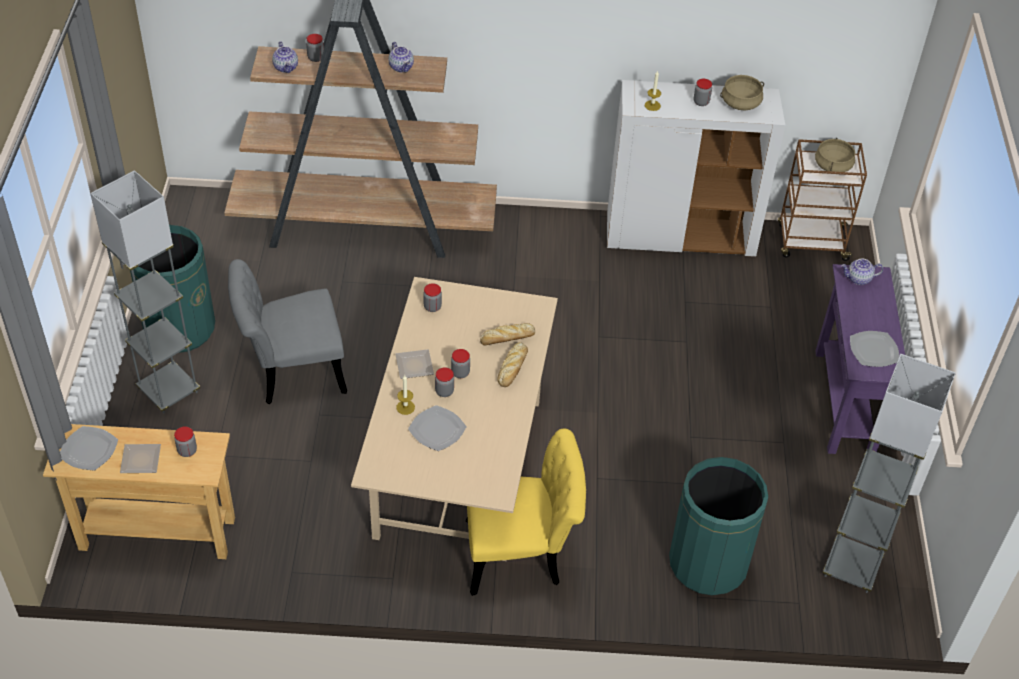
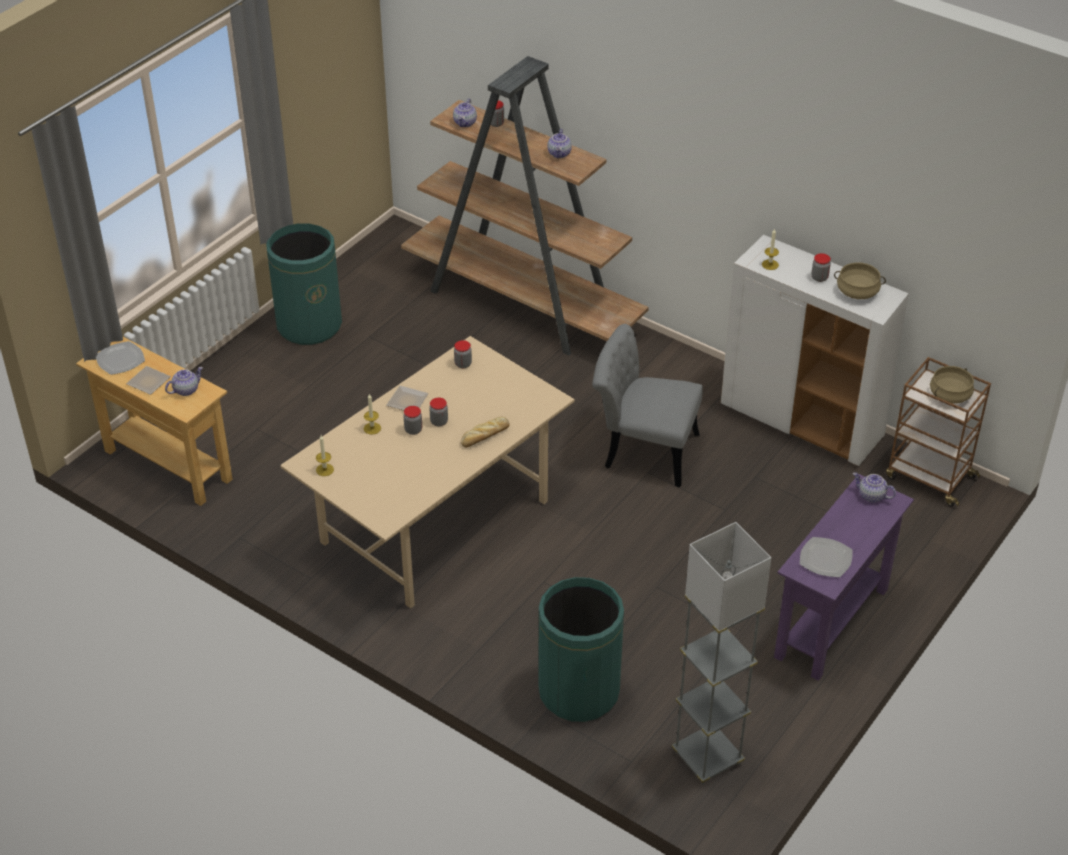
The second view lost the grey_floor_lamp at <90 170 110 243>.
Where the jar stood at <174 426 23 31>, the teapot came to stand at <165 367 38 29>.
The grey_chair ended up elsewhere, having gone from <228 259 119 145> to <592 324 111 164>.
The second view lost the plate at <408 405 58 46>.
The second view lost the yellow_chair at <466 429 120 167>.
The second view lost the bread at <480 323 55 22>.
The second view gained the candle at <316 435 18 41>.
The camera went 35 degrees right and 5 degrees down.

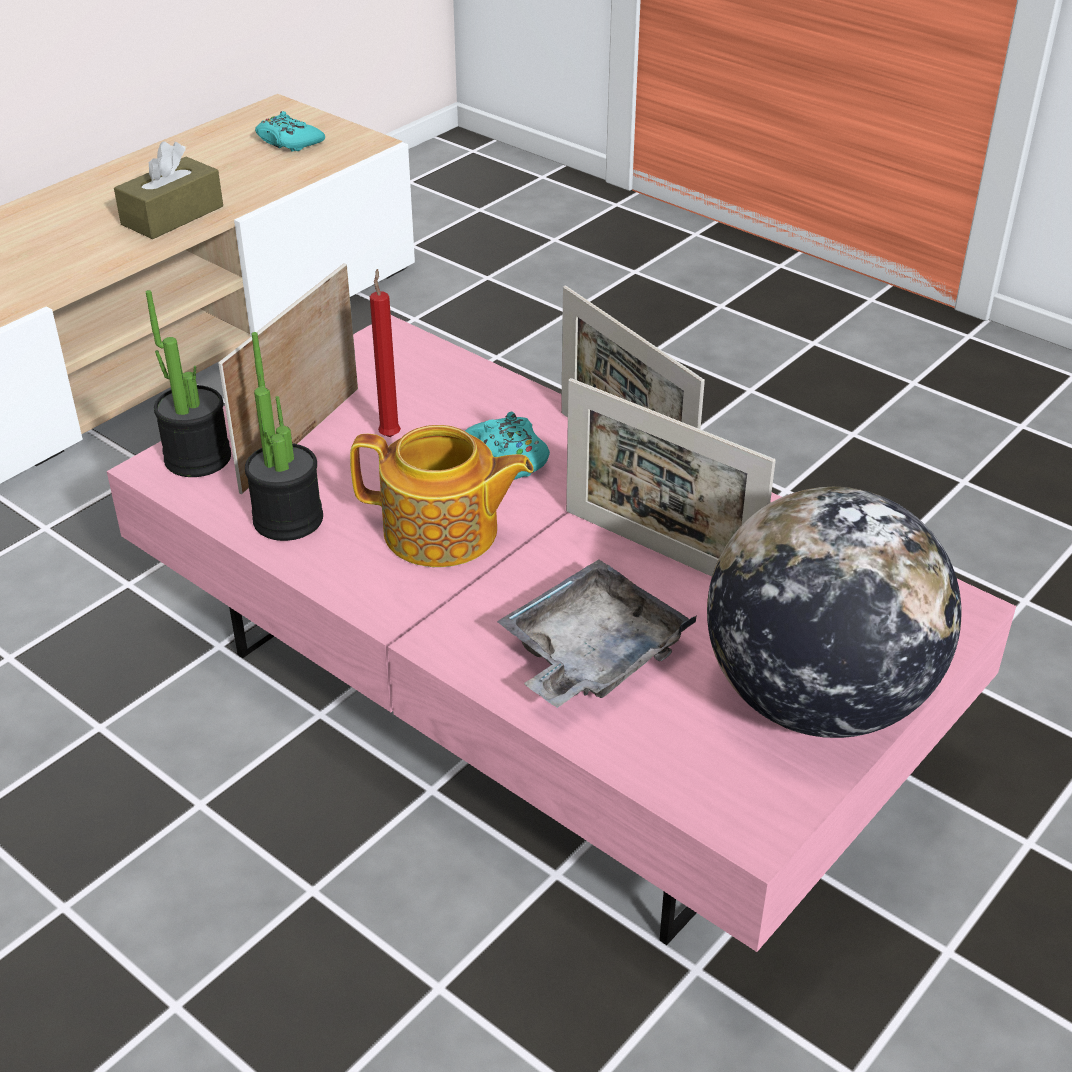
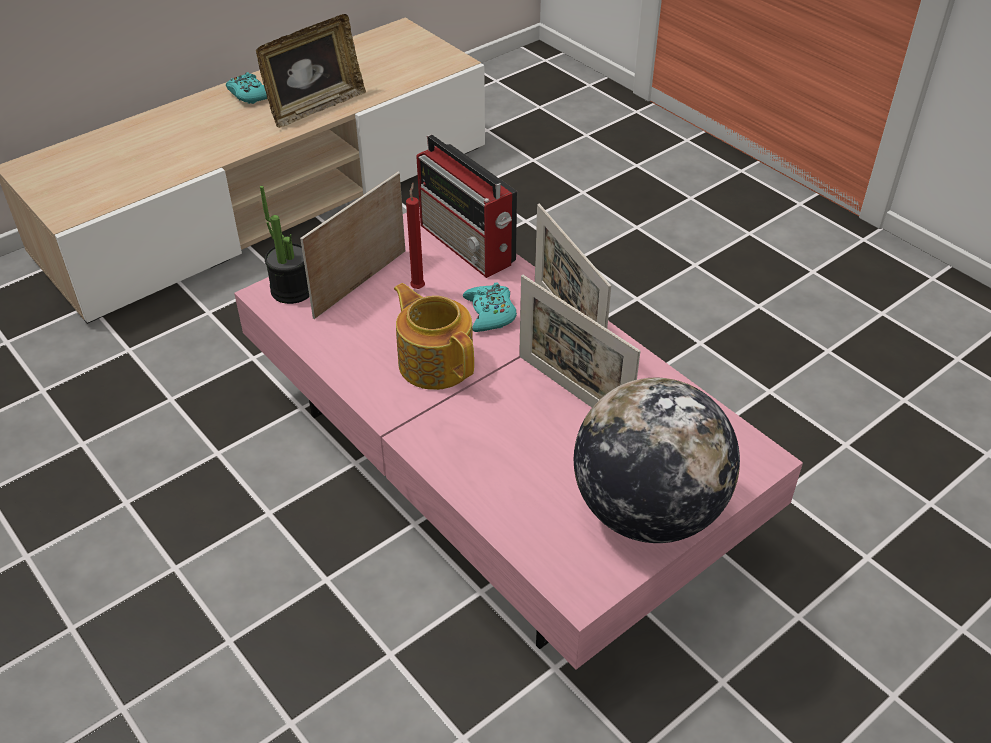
Where the brown_tissue_box stood at <114 142 109 97>, the picture_frame came to stand at <256 14 110 114>.
The second view lost the potted_plant at <245 332 78 209>.
The turquoise_game_controller ended up elsewhere, having gone from <255 111 70 41> to <226 72 41 32>.
The teapot at <350 425 184 142> ended up facing another way, 150 degrees counterclockwise from before.
The second view lost the grey_tray at <497 559 200 149>.
The second view gained the radio at <416 135 101 143>.
The camera went 10 degrees right and 5 degrees up.

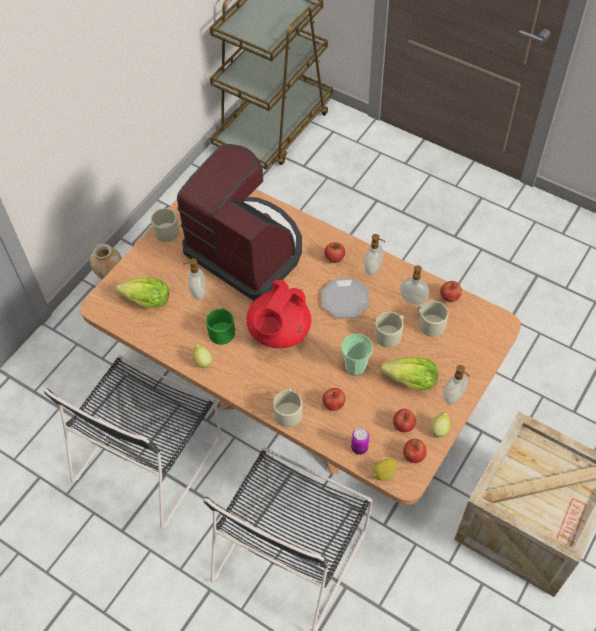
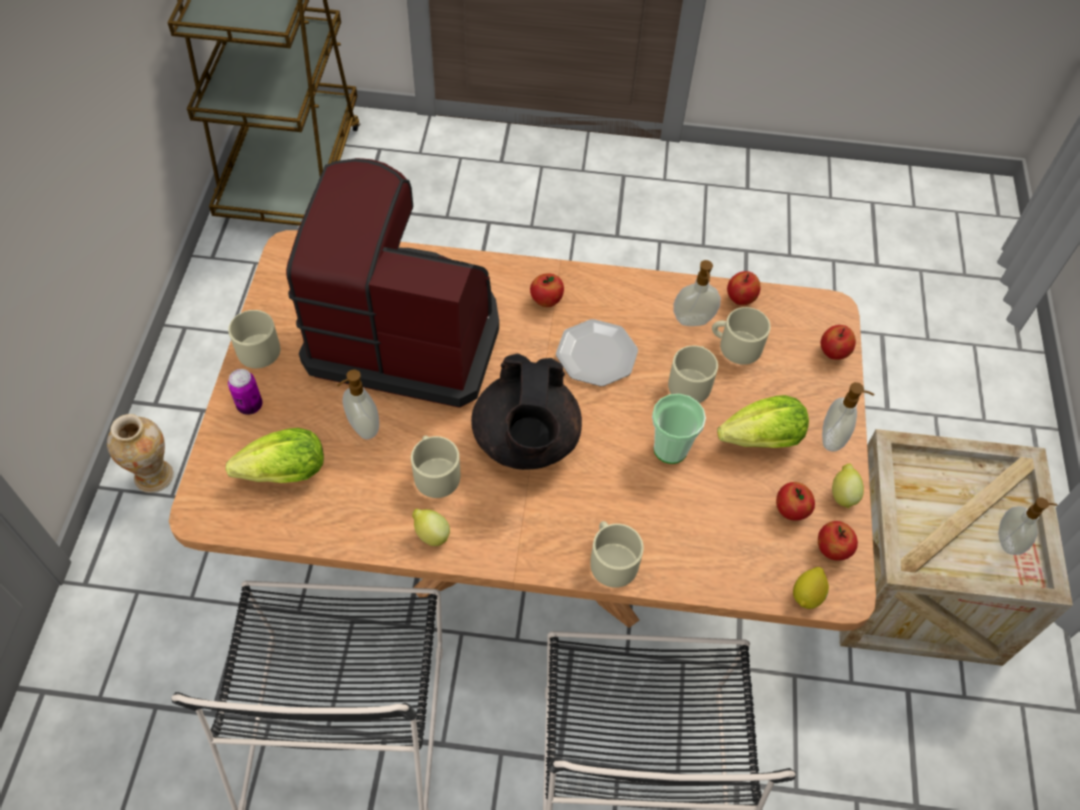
What was the green_mug at <206 308 29 37> turned into the beige_mug at <411 435 49 63>.
What was the red_teapot at <246 280 65 68> turned into the black_teapot at <471 353 111 117>.
The apple ended up elsewhere, having gone from <322 388 23 23> to <821 325 35 35>.
The can ended up elsewhere, having gone from <351 428 18 27> to <228 369 34 46>.
The soap_dispenser ended up elsewhere, having gone from <364 234 21 42> to <998 497 59 58>.
The camera went 30 degrees left and 0 degrees up.

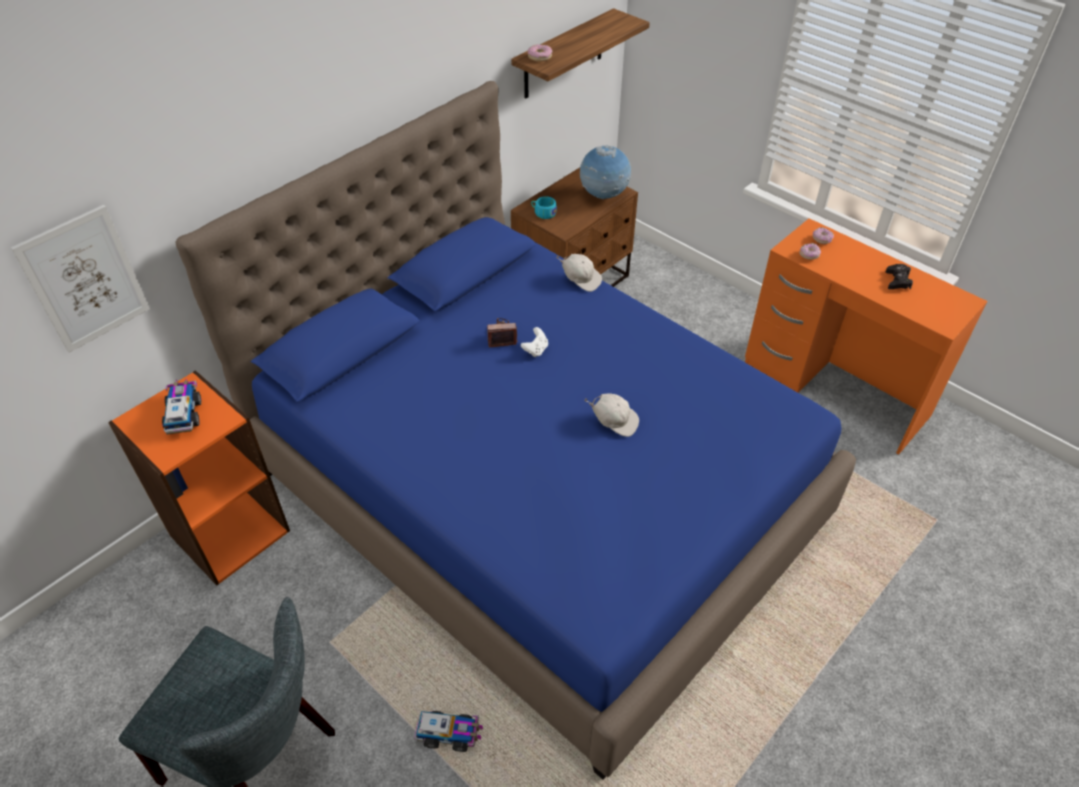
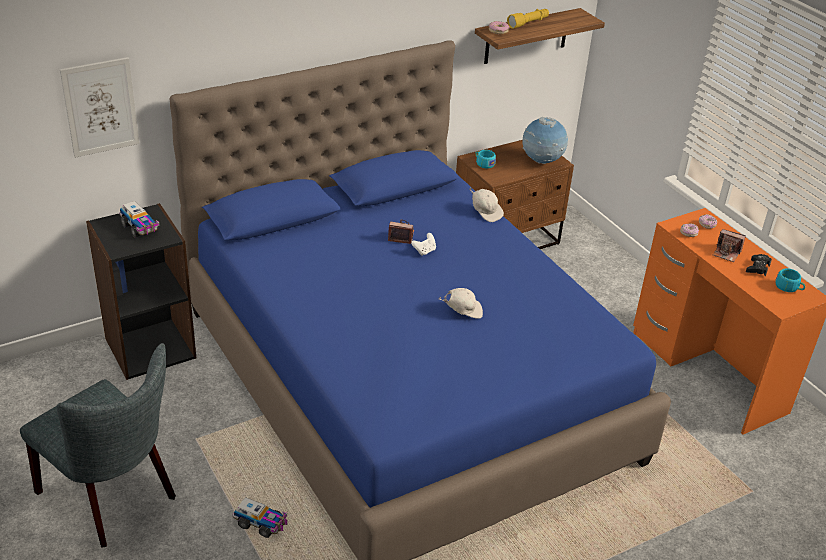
What was the orange_bookcase at <108 370 182 216> turned into the black_bookcase at <86 203 110 177>.
The toy_truck at <162 379 39 56> ended up facing another way, 135 degrees clockwise from before.
The white_cap at <584 393 55 44> ended up facing another way, 45 degrees counterclockwise from before.
The second view gained the yellow_flashlight at <507 9 42 20>.
The second view gained the photo_camera at <713 229 33 33>.
The second view gained the turquoise_cup at <775 268 31 24>.
The camera went 15 degrees right and 10 degrees down.

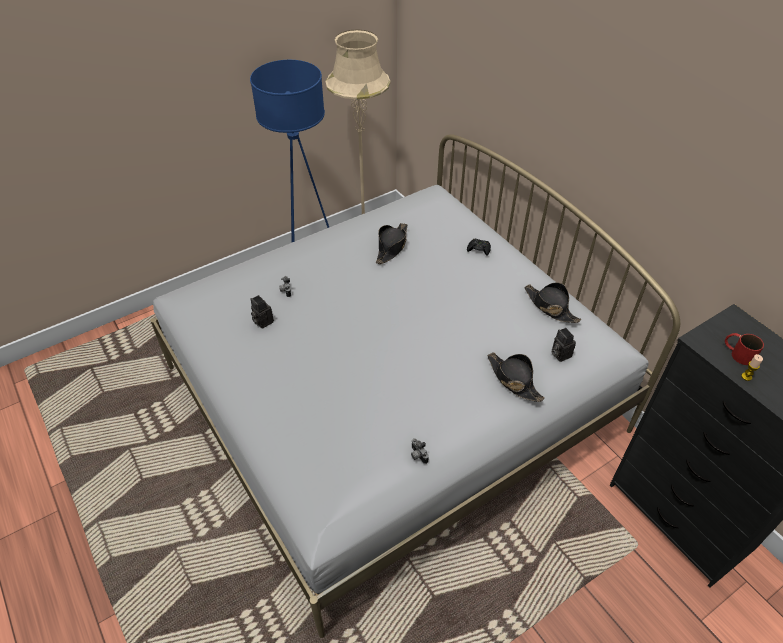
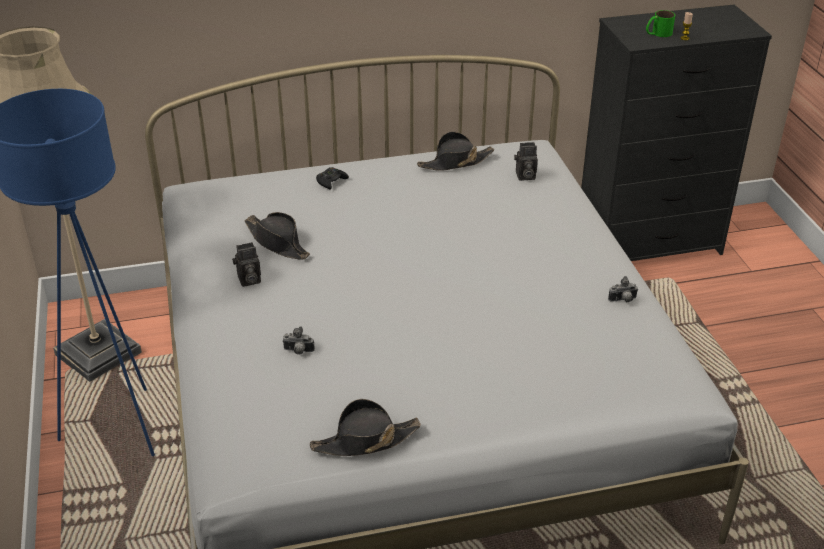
The photo_camera ended up elsewhere, having gone from <251 295 23 34> to <232 242 29 45>.
The black_hat ended up elsewhere, having gone from <487 352 58 50> to <310 399 111 57>.
What was the red_mug at <725 333 39 32> turned into the green_mug at <646 10 29 27>.
The camera went 70 degrees left and 10 degrees down.

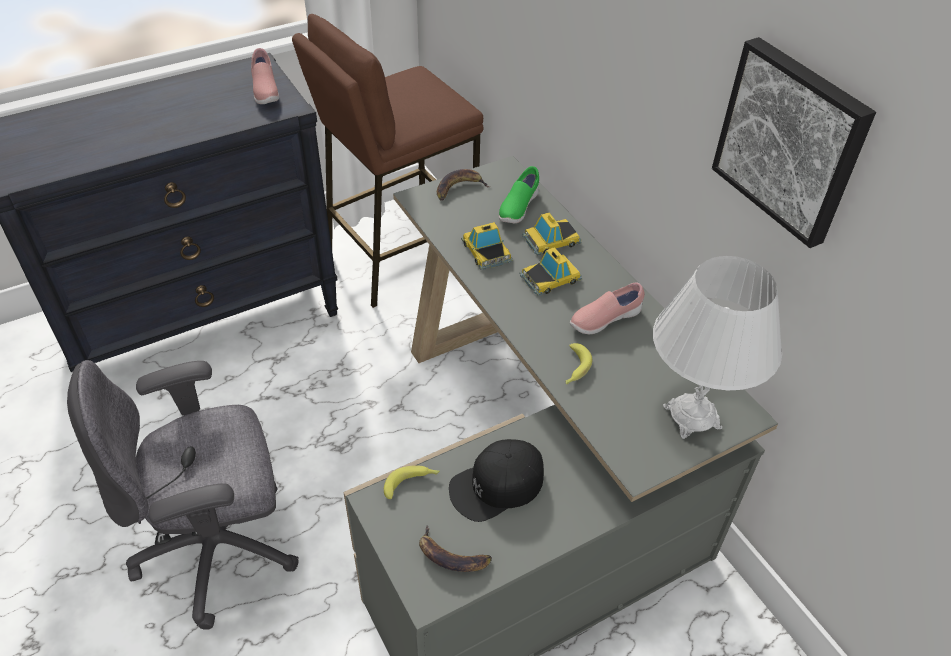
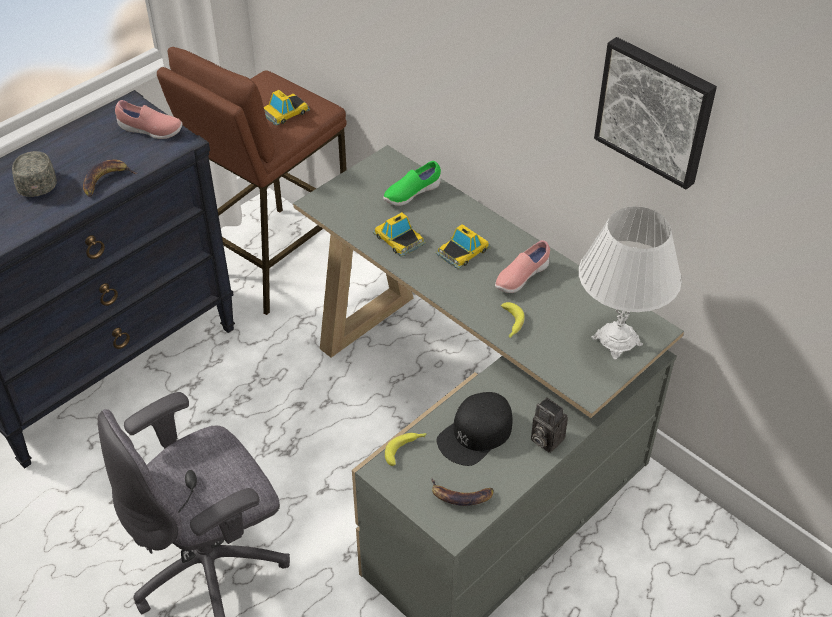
The pink_shoe at <251 48 28 56> ended up facing another way, 45 degrees counterclockwise from before.
The banana ended up elsewhere, having gone from <437 169 52 32> to <83 159 54 38>.
The green_shoe at <499 166 40 57> ended up facing another way, 45 degrees clockwise from before.
The toy_car ended up elsewhere, having gone from <522 212 60 43> to <264 90 46 36>.
The second view gained the grey_cap at <12 151 45 46>.
The second view gained the photo_camera at <531 397 37 56>.
The camera went 15 degrees left and 0 degrees up.

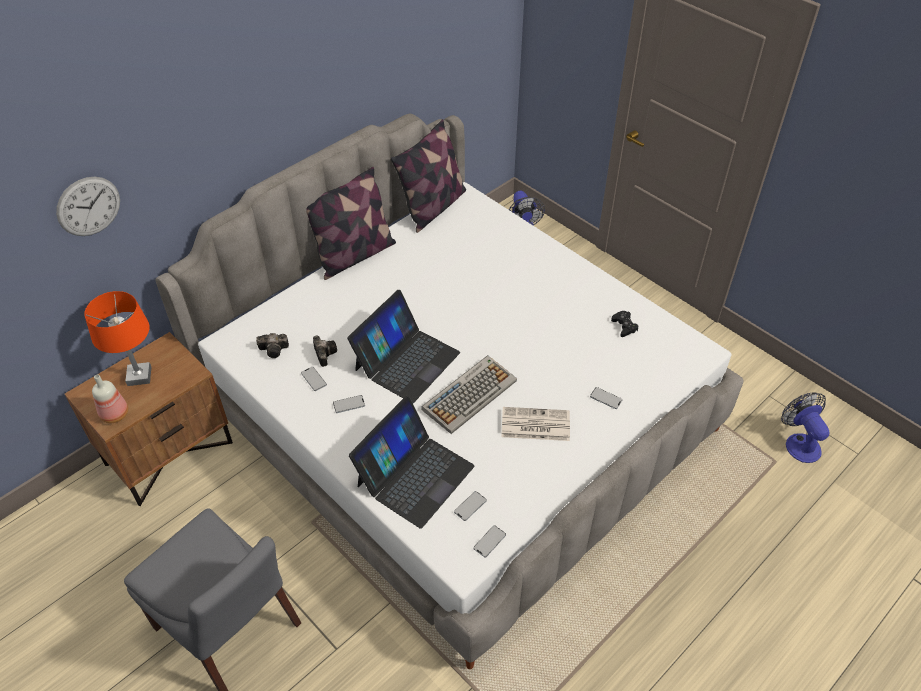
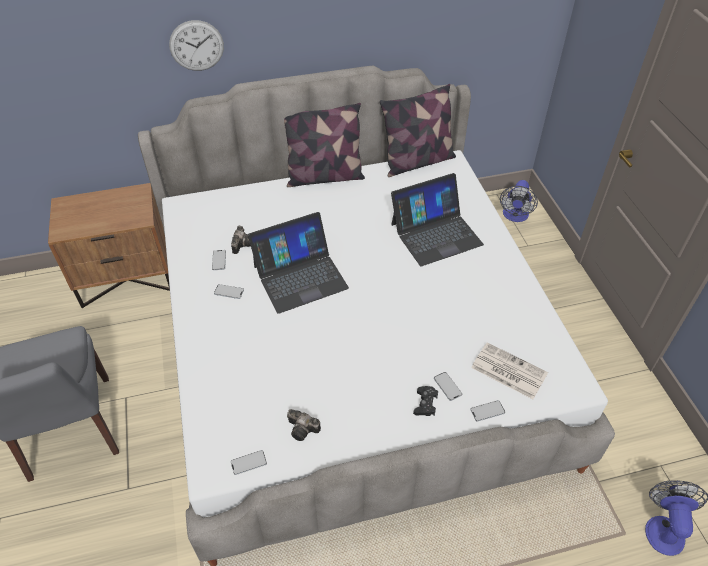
The wall_clock ended up elsewhere, having gone from <56 177 64 59> to <169 20 55 51>.
The second view lost the orange_table_lamp at <84 291 68 95>.
The second view lost the bottle at <92 374 36 49>.
The photo_camera ended up elsewhere, having gone from <256 333 33 25> to <287 409 34 32>.
The laptop ended up elsewhere, having gone from <349 396 126 133> to <391 173 93 93>.
The second view lost the keyboard at <421 355 96 79>.
The phone ended up elsewhere, having gone from <454 491 33 30> to <470 400 35 22>.
The newspaper ended up elsewhere, having gone from <501 407 69 34> to <471 342 77 57>.
The black_game_controller ended up elsewhere, having gone from <611 311 27 26> to <413 386 25 30>.
The camera went 30 degrees right and 0 degrees up.

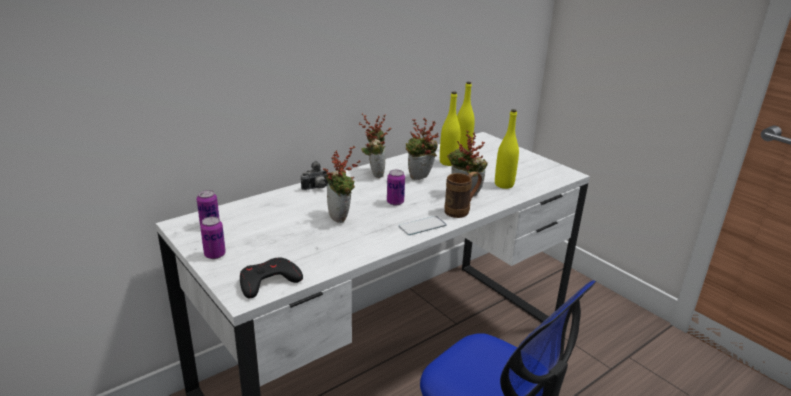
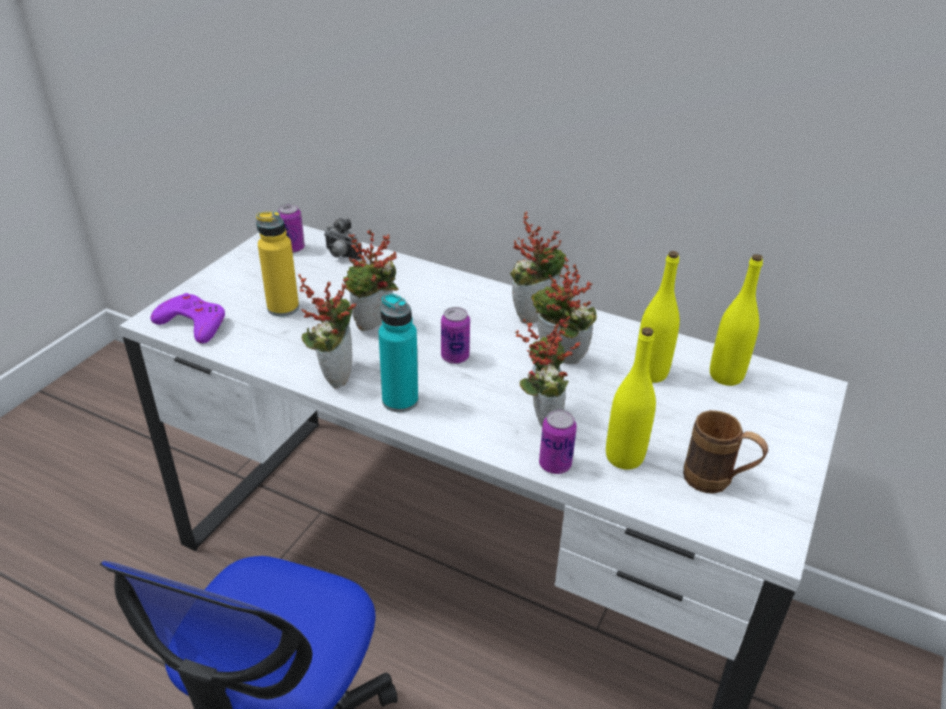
The can ended up elsewhere, having gone from <200 217 26 42> to <539 409 38 65>.
What was the black_game_controller at <240 257 63 41> turned into the purple_game_controller at <151 293 74 50>.
The photo_camera ended up elsewhere, having gone from <301 161 30 29> to <324 218 38 43>.
Where the phone stood at <399 216 48 19>, the turquoise_bottle came to stand at <378 293 40 119>.
The brown_mug ended up elsewhere, having gone from <444 171 38 47> to <683 410 85 84>.
The second view gained the yellow_bottle at <256 211 43 106>.
The second view gained the potted_plant at <299 274 57 114>.
The camera went 65 degrees right and 10 degrees up.

